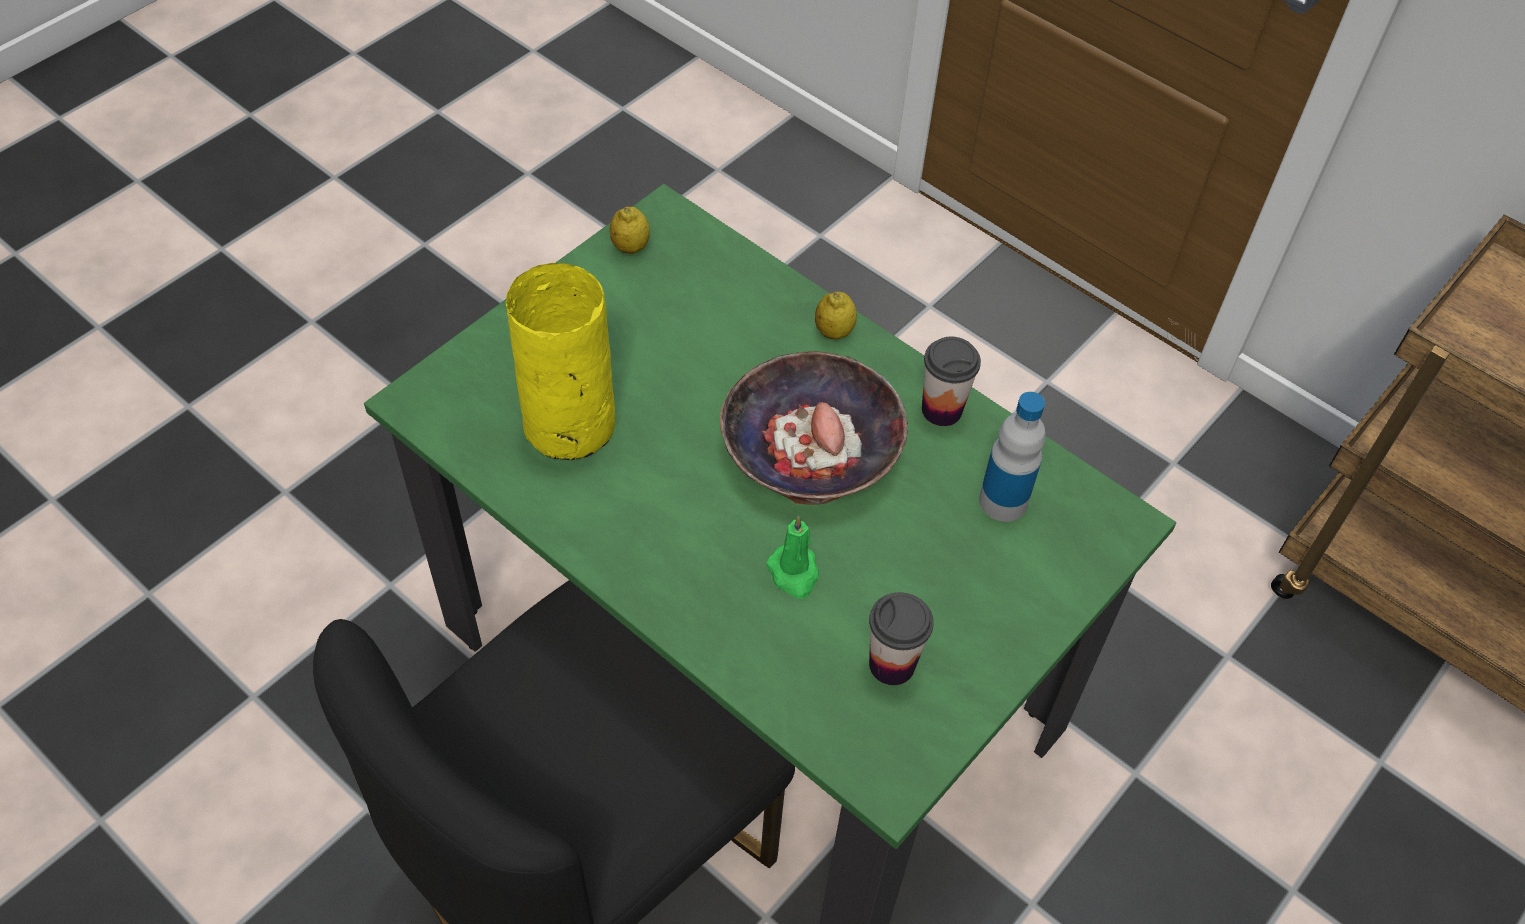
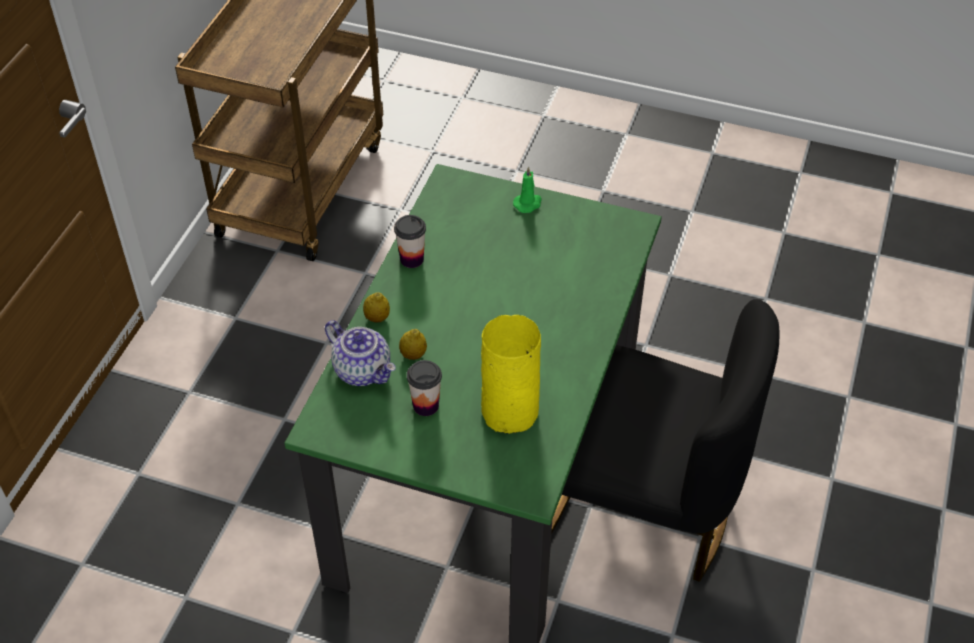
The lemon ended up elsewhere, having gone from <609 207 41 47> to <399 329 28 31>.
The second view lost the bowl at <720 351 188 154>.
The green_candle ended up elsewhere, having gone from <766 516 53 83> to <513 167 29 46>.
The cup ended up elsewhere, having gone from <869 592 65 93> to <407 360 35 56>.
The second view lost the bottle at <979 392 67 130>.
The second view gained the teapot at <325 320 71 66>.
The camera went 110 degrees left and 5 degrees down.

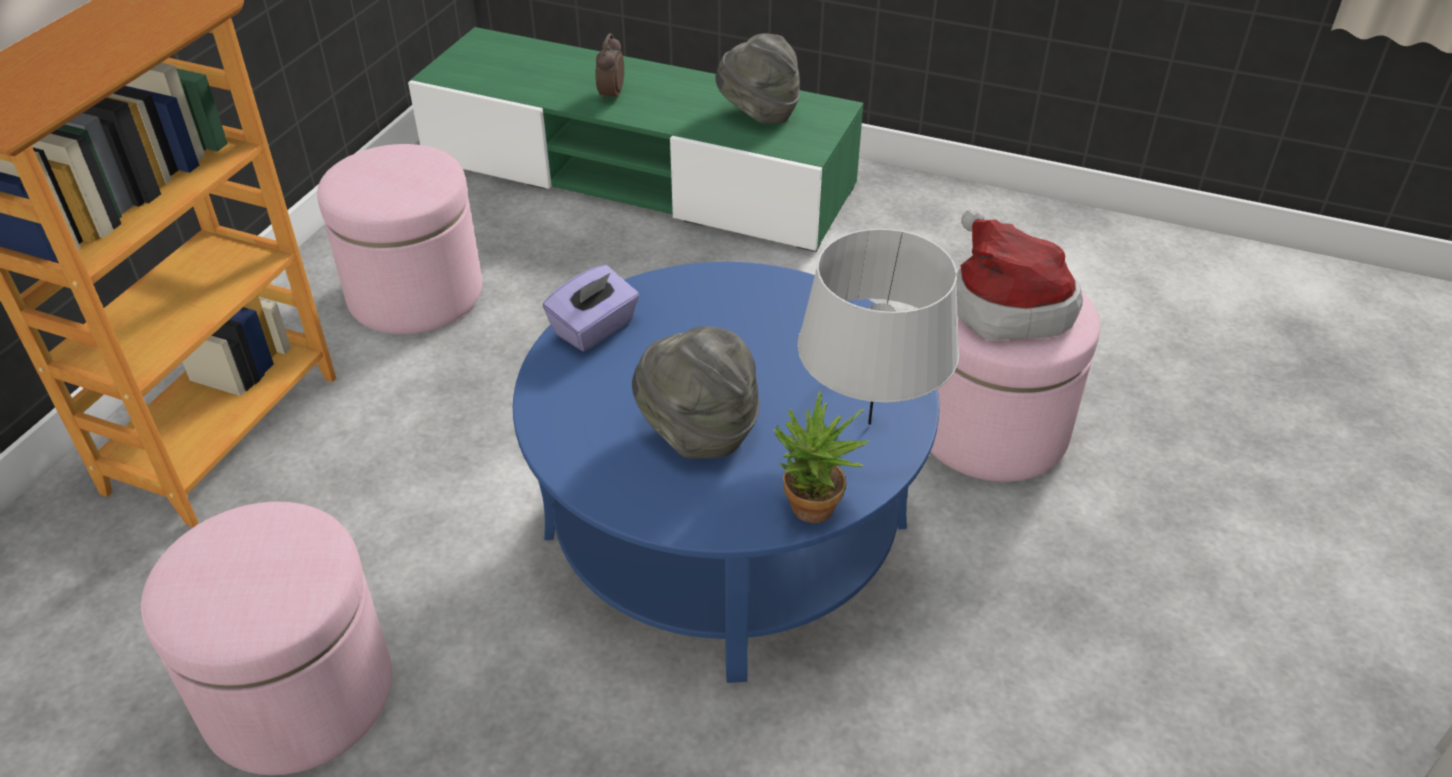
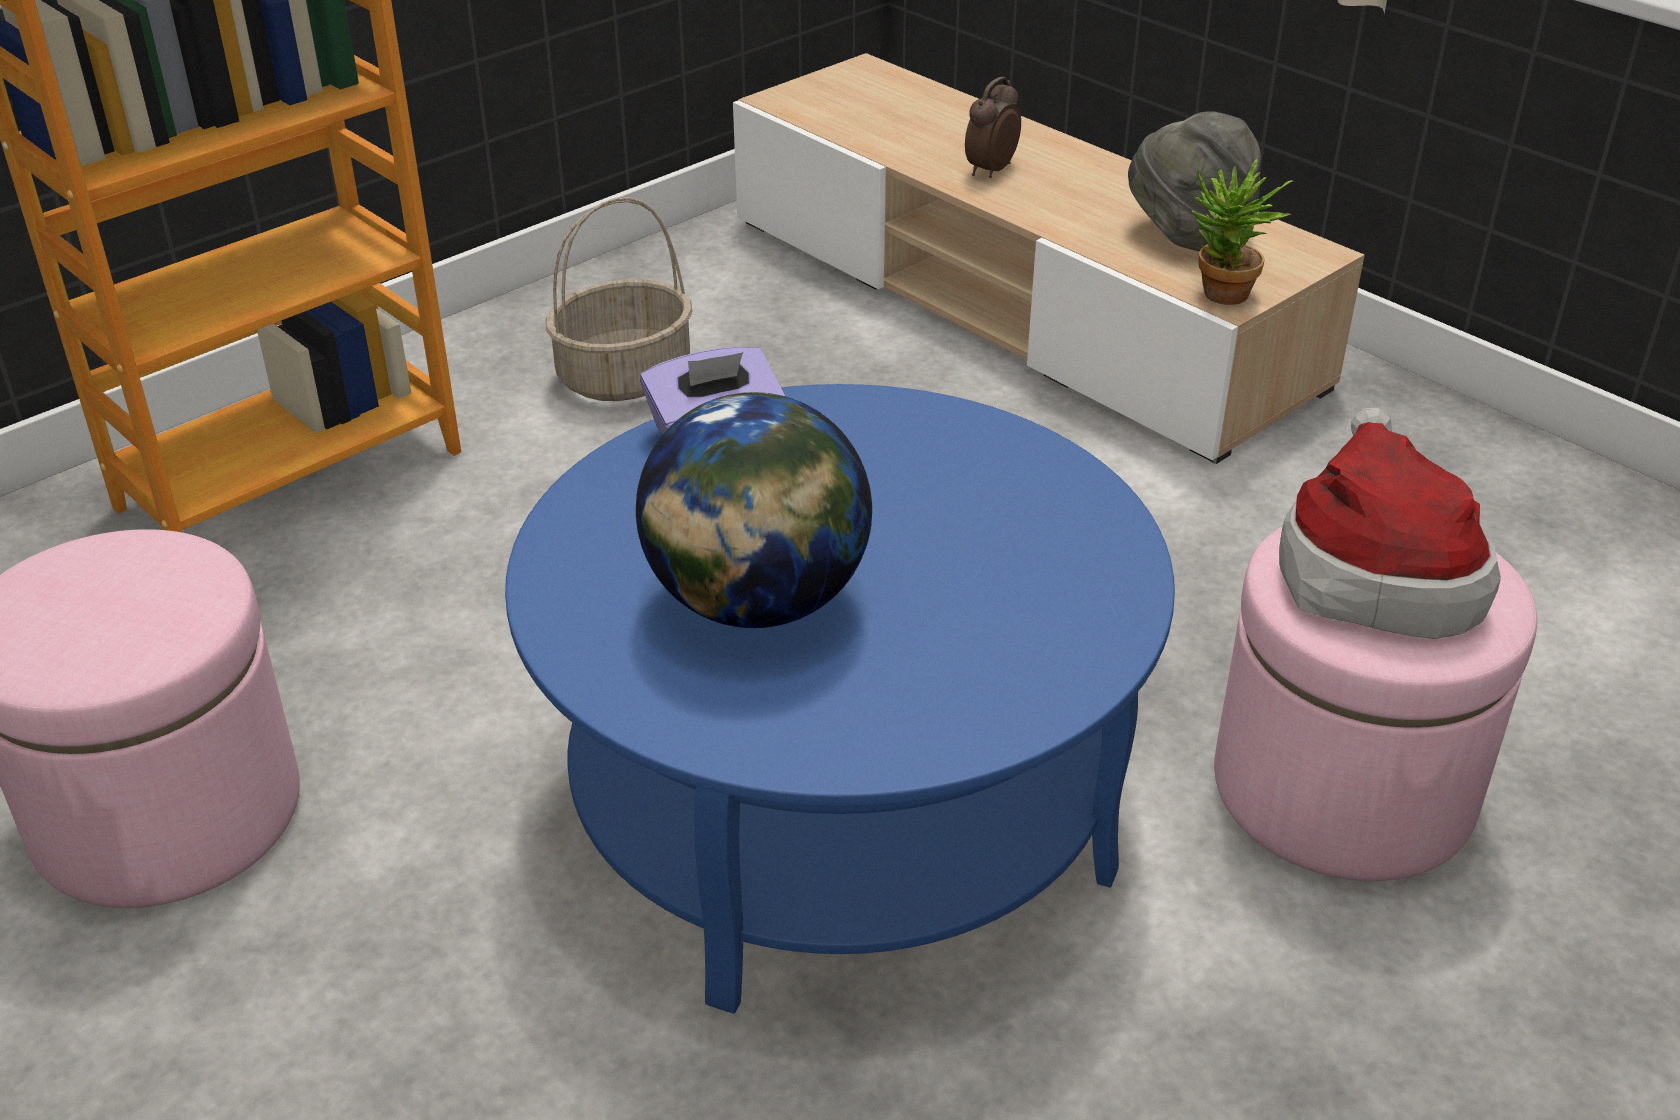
Where the pink_ottoman stood at <317 144 165 190>, the basket came to stand at <546 197 147 204>.
What was the green_tv_stand at <408 27 455 225> turned into the beige_tv_stand at <733 53 632 411>.
Where the grey_hat stood at <632 326 128 133>, the globe came to stand at <636 392 236 236>.
The potted_plant ended up elsewhere, having gone from <773 391 97 132> to <1192 159 101 146>.
The second view lost the grey_table_lamp at <798 229 161 196>.
The camera went 25 degrees right and 5 degrees down.

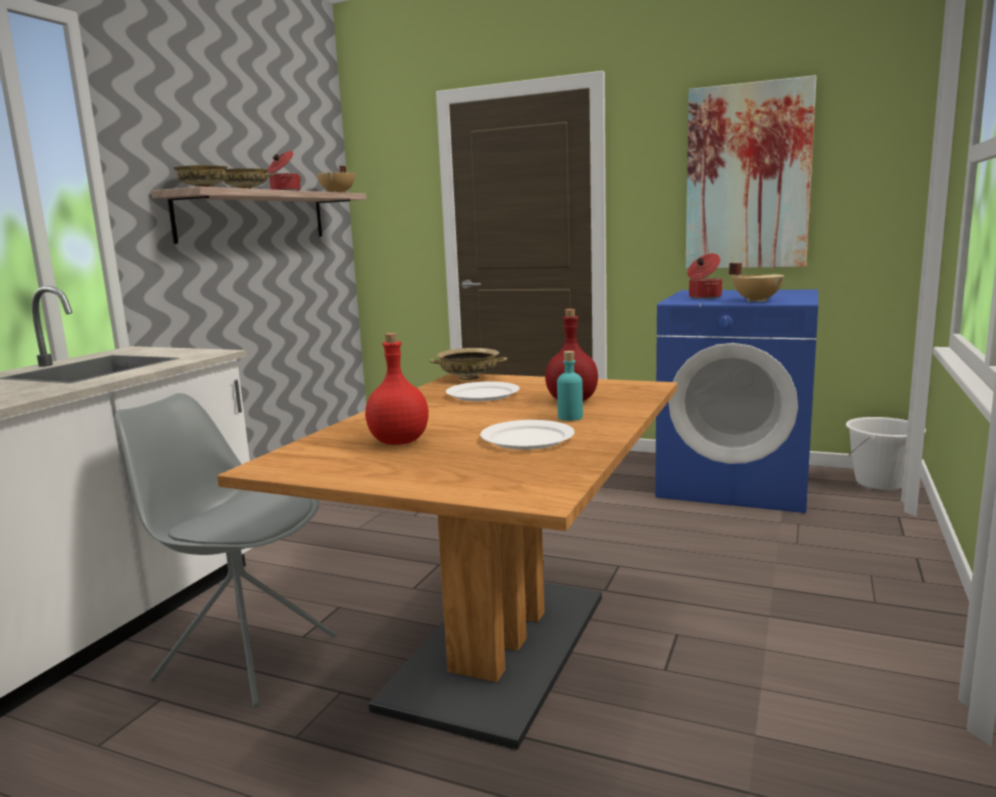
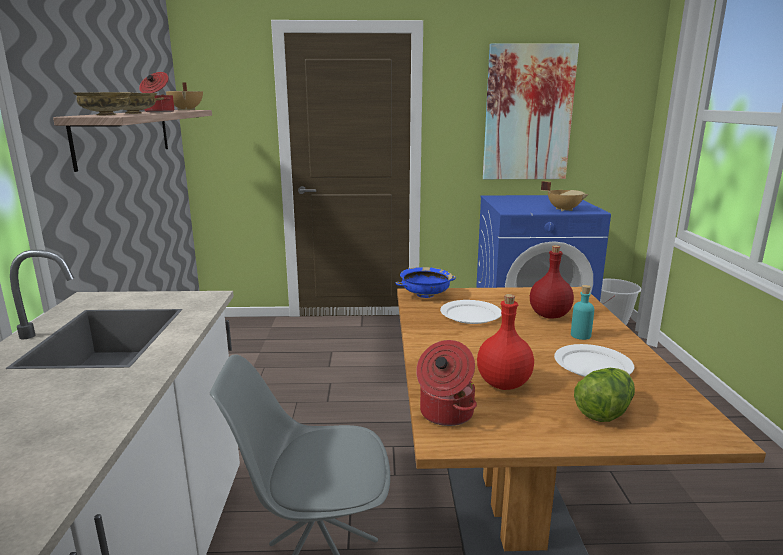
What was the beige_bowl at <429 348 78 32> turned into the blue_bowl at <396 267 60 31>.
The cooking_pot ended up elsewhere, having gone from <687 253 35 46> to <416 340 61 86>.
The second view gained the lettuce at <574 368 61 54>.
The camera went 25 degrees left and 5 degrees up.

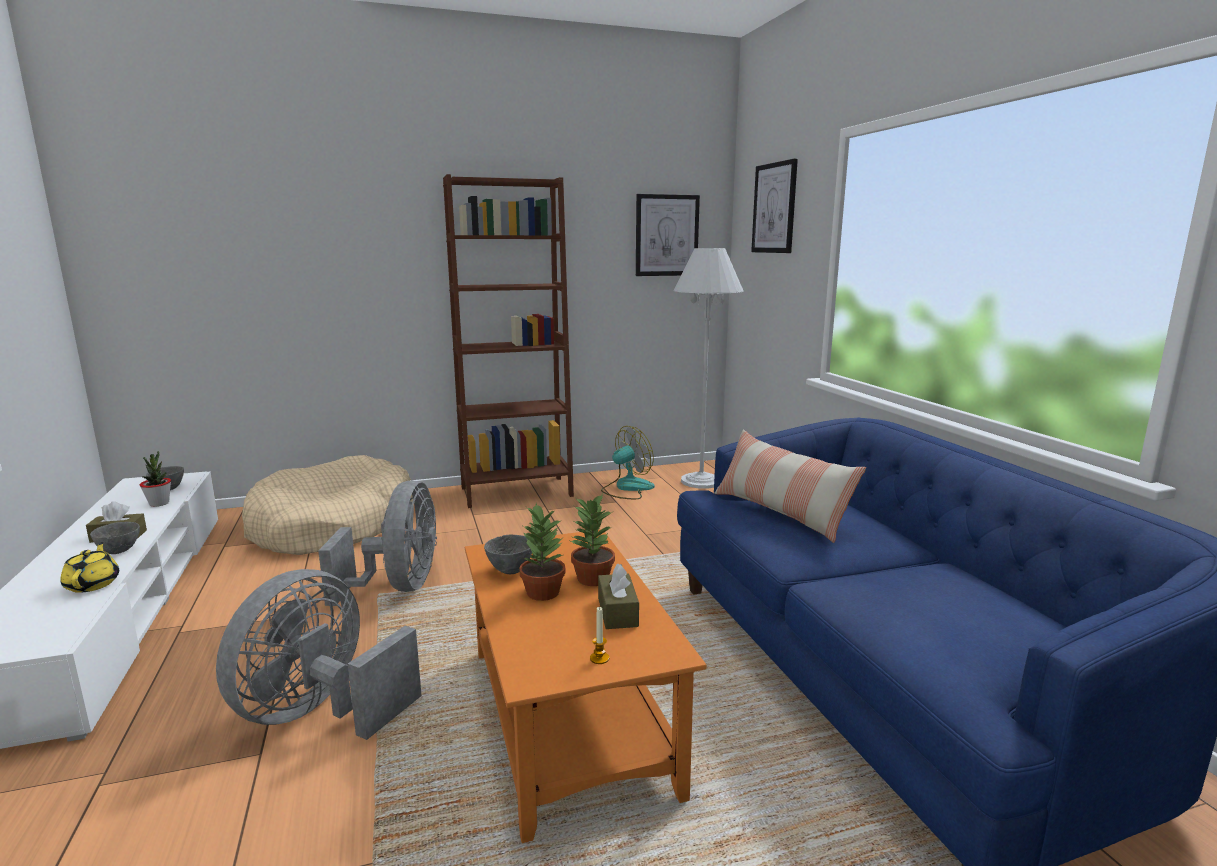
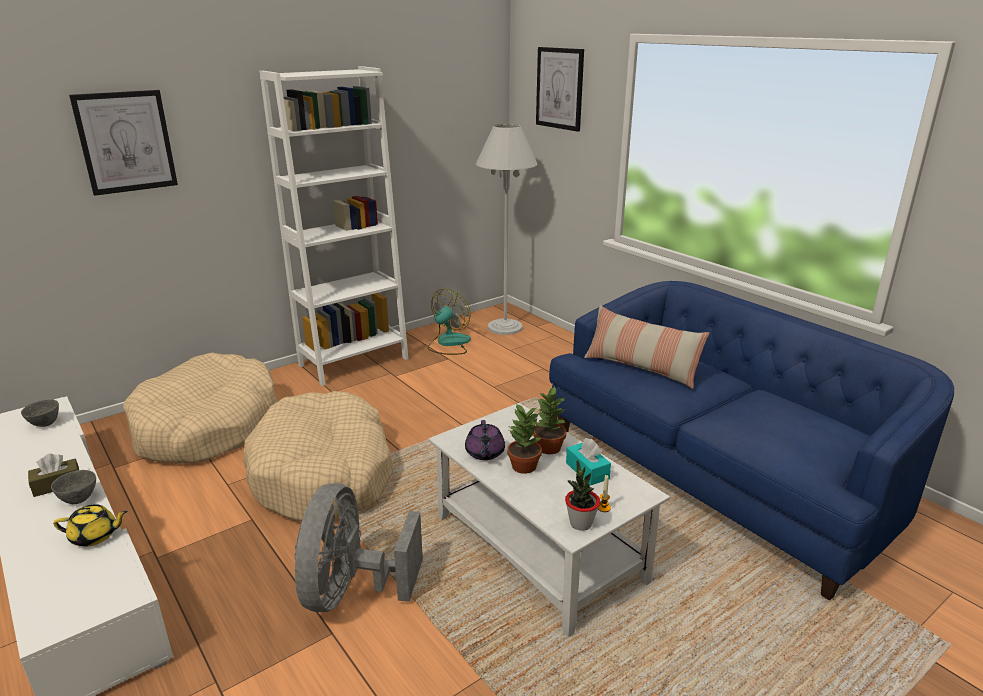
The yellow_teapot at <60 542 59 51> ended up facing another way, 120 degrees clockwise from before.
The potted_plant ended up elsewhere, having gone from <140 451 31 56> to <565 460 35 71>.
Where the grey_fan stood at <318 480 119 126>, the beige_dog_bed came to stand at <243 391 151 131>.
What was the brown_bookcase at <443 174 131 334> turned into the white_bookcase at <260 66 148 320>.
What was the orange_coffee_table at <465 529 242 314> turned into the white_coffee_table at <428 403 242 234>.
Where the grey_bowl stood at <484 535 48 39>, the purple_teapot came to stand at <465 420 40 40>.
What was the brown_tissue_box at <598 563 41 66> turned into the turquoise_tissue_box at <566 438 45 48>.
The picture ended up elsewhere, having gone from <636 194 64 82> to <69 90 109 106>.
The camera went 20 degrees left and 10 degrees up.

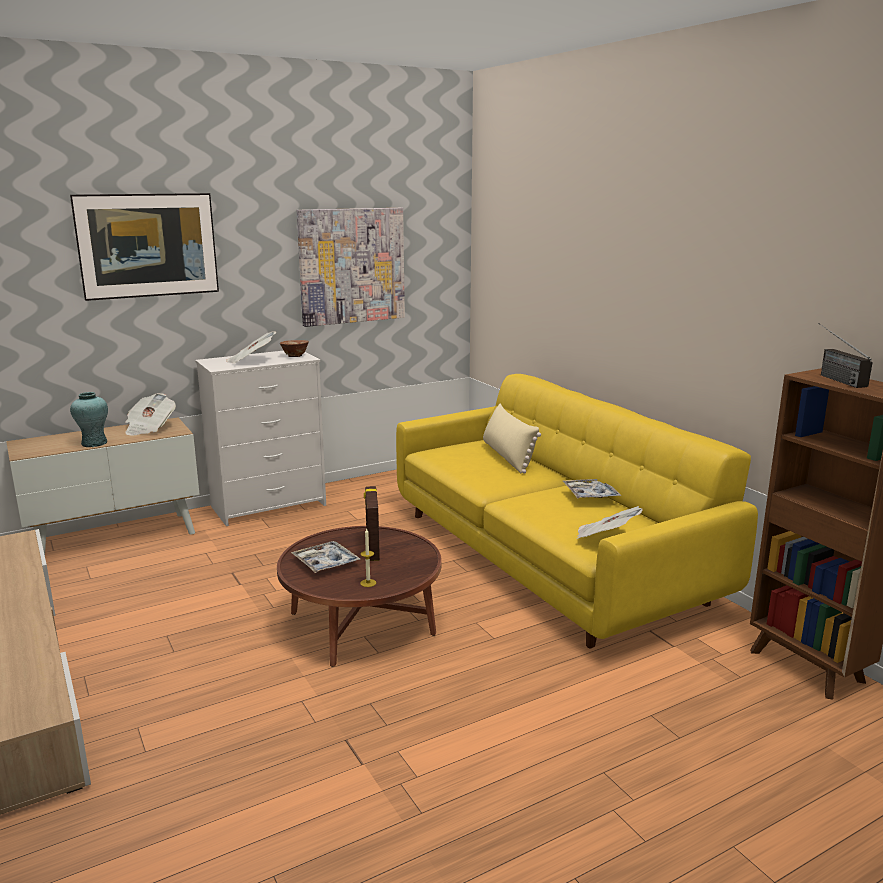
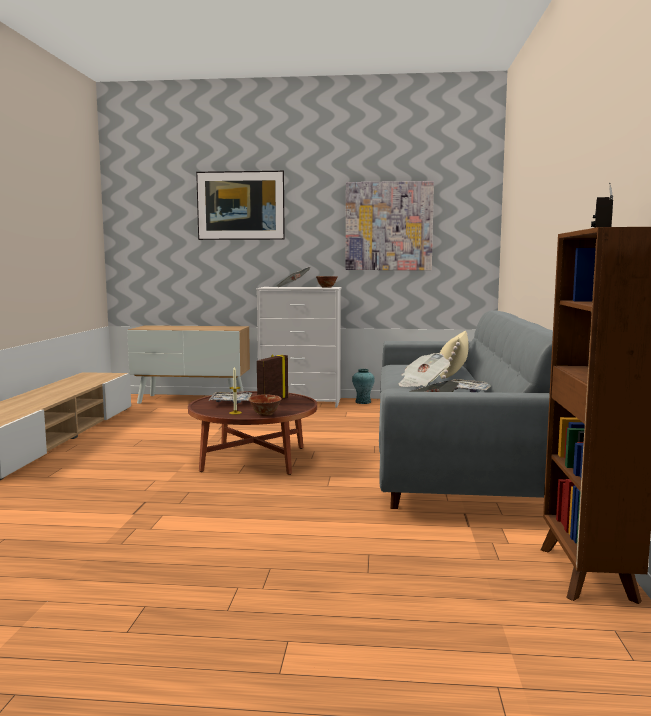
The turquoise_vase ended up elsewhere, having gone from <70 392 38 55> to <352 369 23 35>.
The newspaper ended up elsewhere, having gone from <125 393 51 43> to <398 353 52 34>.
What was the yellow_sofa at <396 374 362 274> turned into the grey_sofa at <379 310 174 199>.
The second view gained the bowl at <249 394 33 22>.
The camera went 35 degrees right and 10 degrees down.

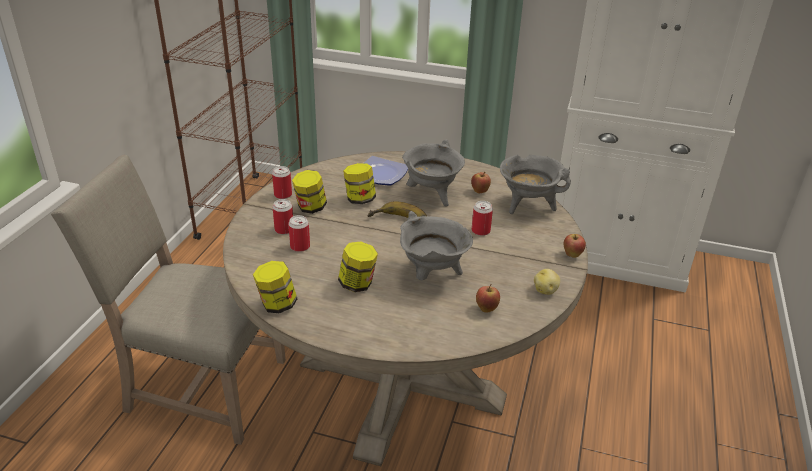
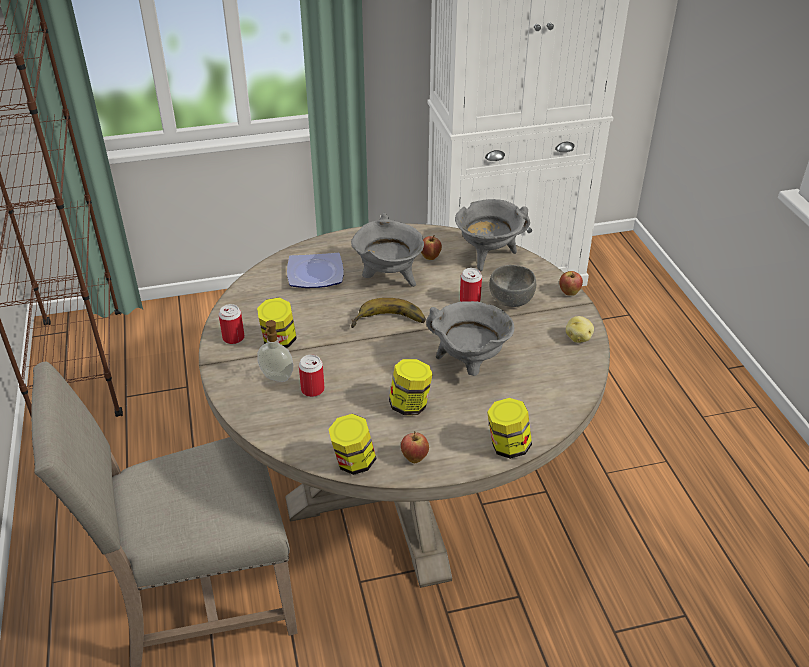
Where the can stood at <273 199 20 35>, the soap_dispenser came to stand at <257 320 36 62>.
The jar ended up elsewhere, having gone from <343 163 33 41> to <487 398 45 61>.
The apple ended up elsewhere, having gone from <476 284 24 28> to <401 431 28 32>.
The second view gained the grey_bowl at <489 265 47 42>.
The camera went 30 degrees left and 5 degrees up.

